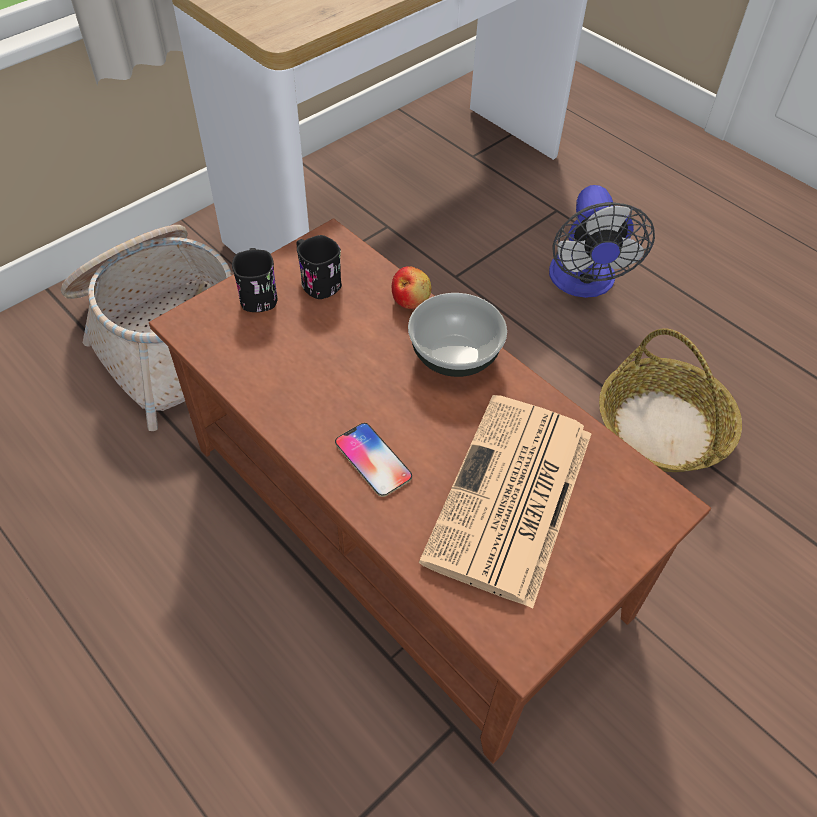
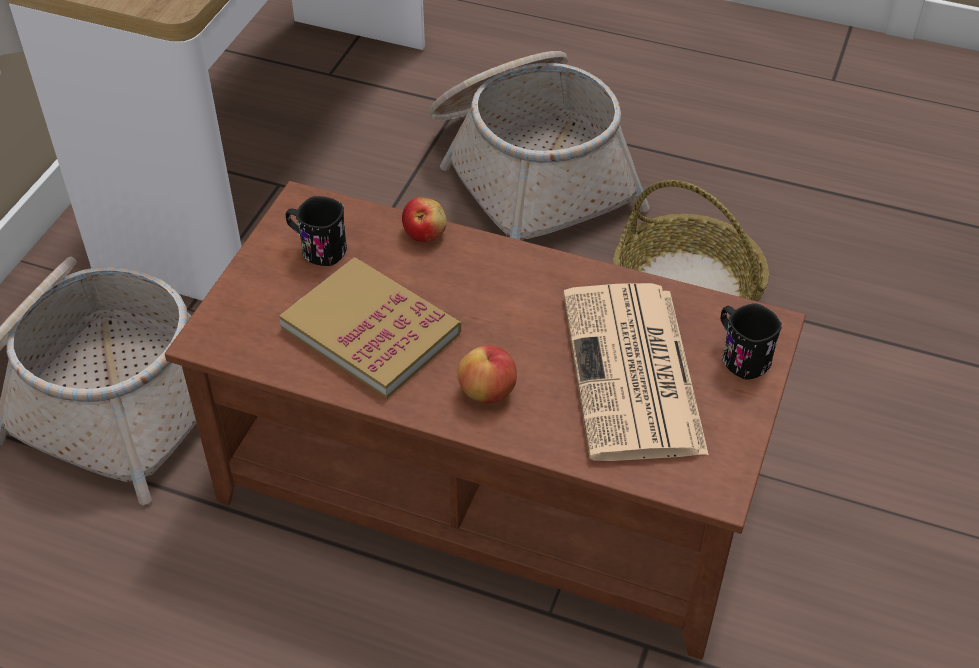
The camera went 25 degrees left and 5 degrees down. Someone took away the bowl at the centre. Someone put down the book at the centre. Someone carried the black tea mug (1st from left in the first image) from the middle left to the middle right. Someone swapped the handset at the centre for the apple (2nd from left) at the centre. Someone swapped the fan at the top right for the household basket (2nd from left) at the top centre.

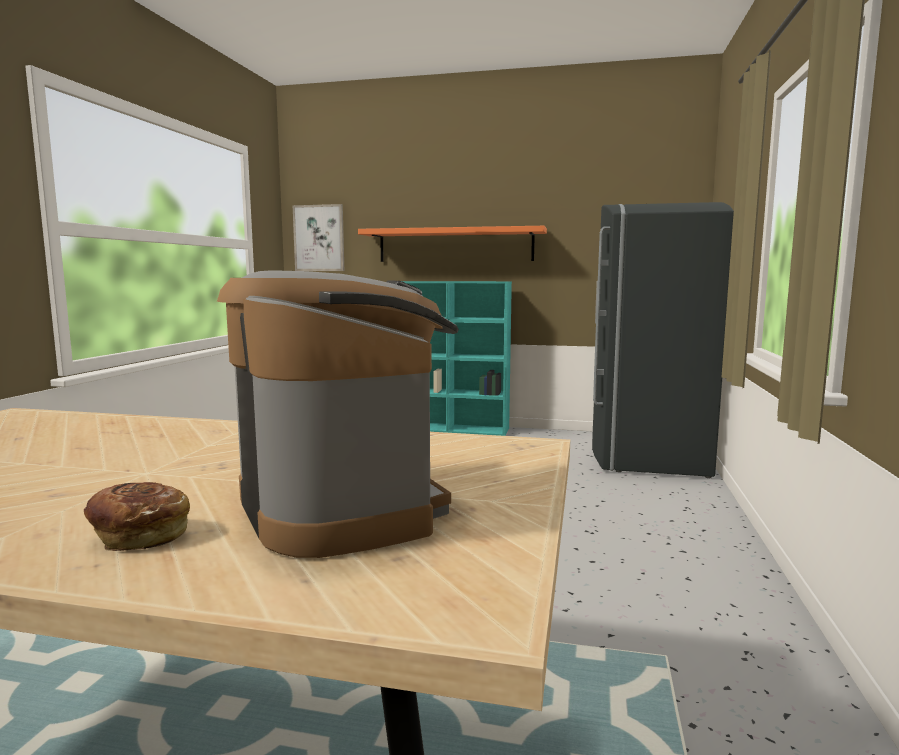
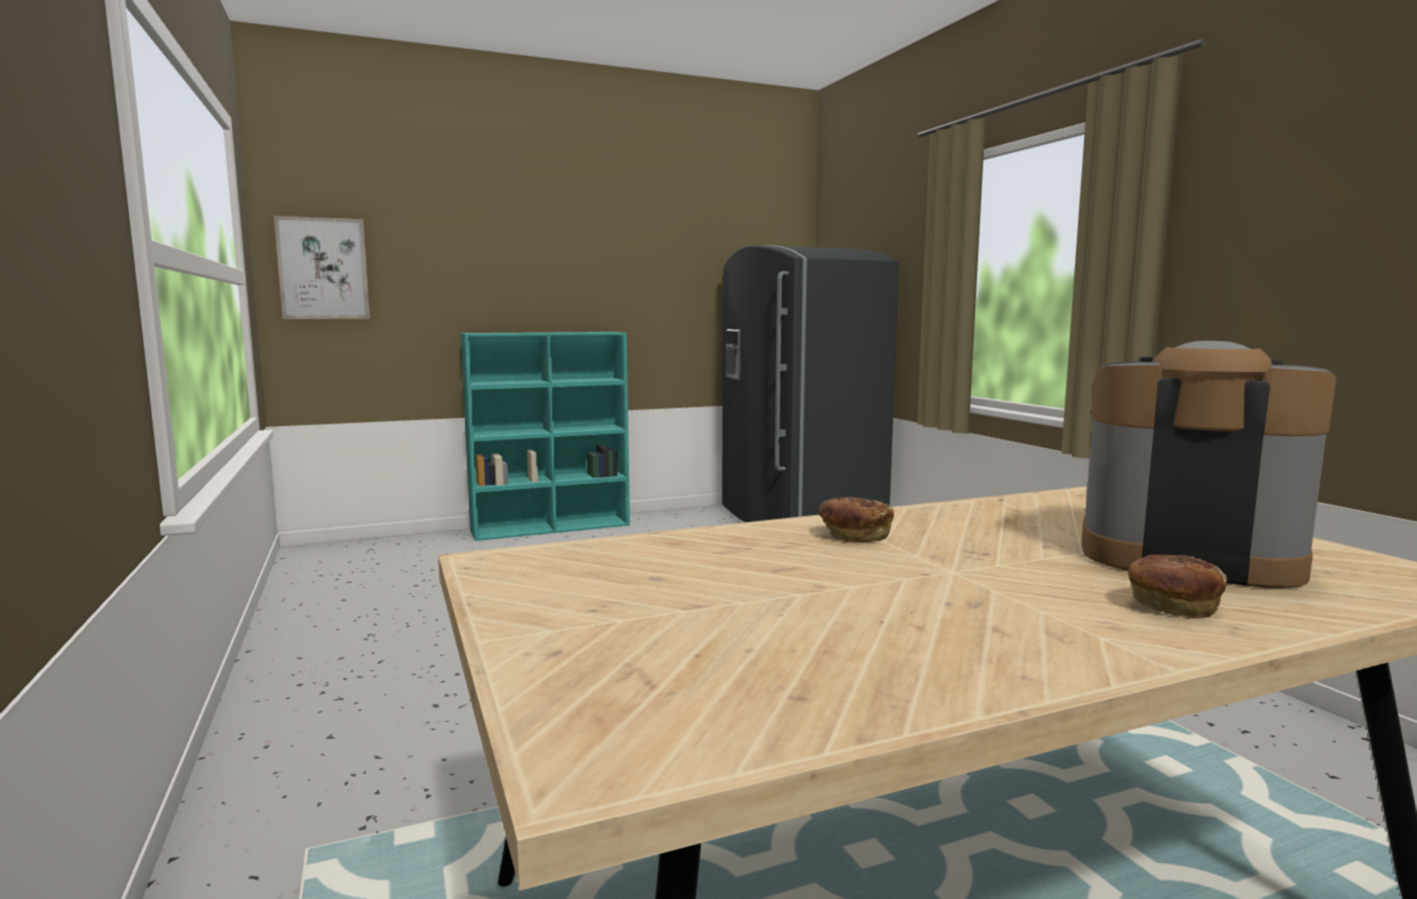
The camera went 35 degrees left and 0 degrees up. Someone took away the orange-coloured bracket shelf at the top centre. Someone put down the bread (1st from left) at the centre.

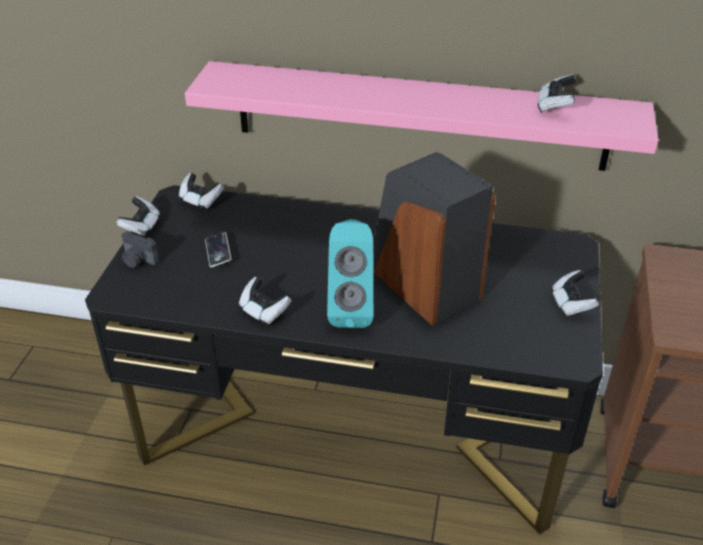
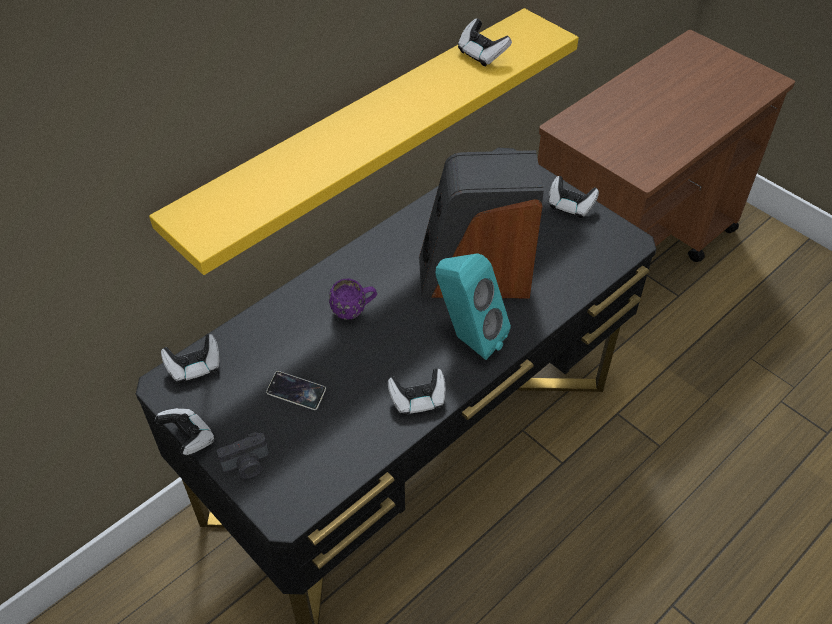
The camera went 55 degrees left and 10 degrees up. Someone put down the purplish tea mug at the centre. Someone repainted the pink-coloured bracket shelf at the top centre, which became the yellowish bracket shelf at the top centre.

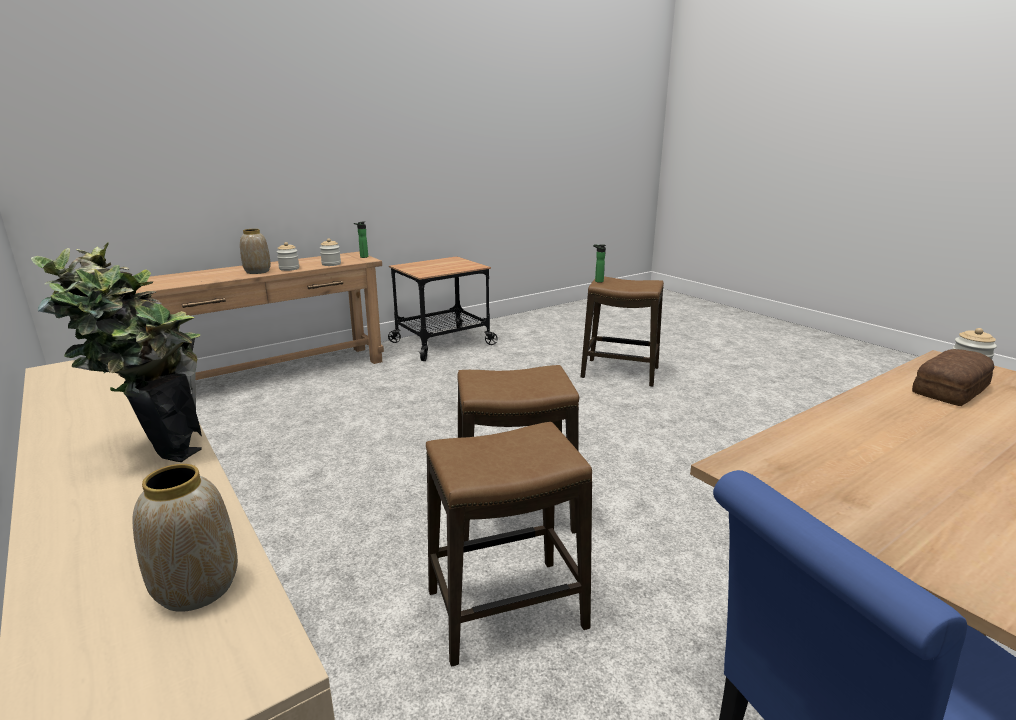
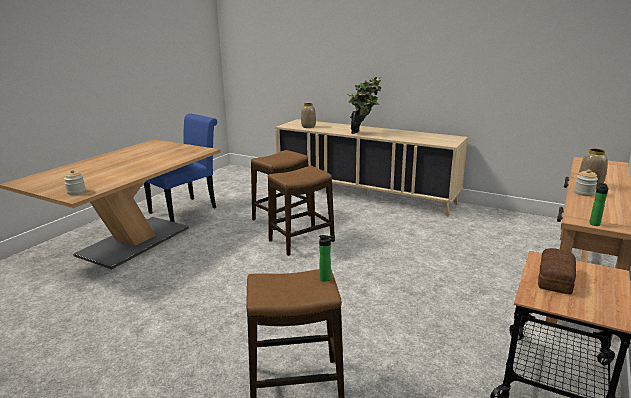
The camera went 155 degrees right and 0 degrees up. Someone took away the preserve jar (2nd from left) at the middle left. Someone carried the bread from the middle right to the bottom right.

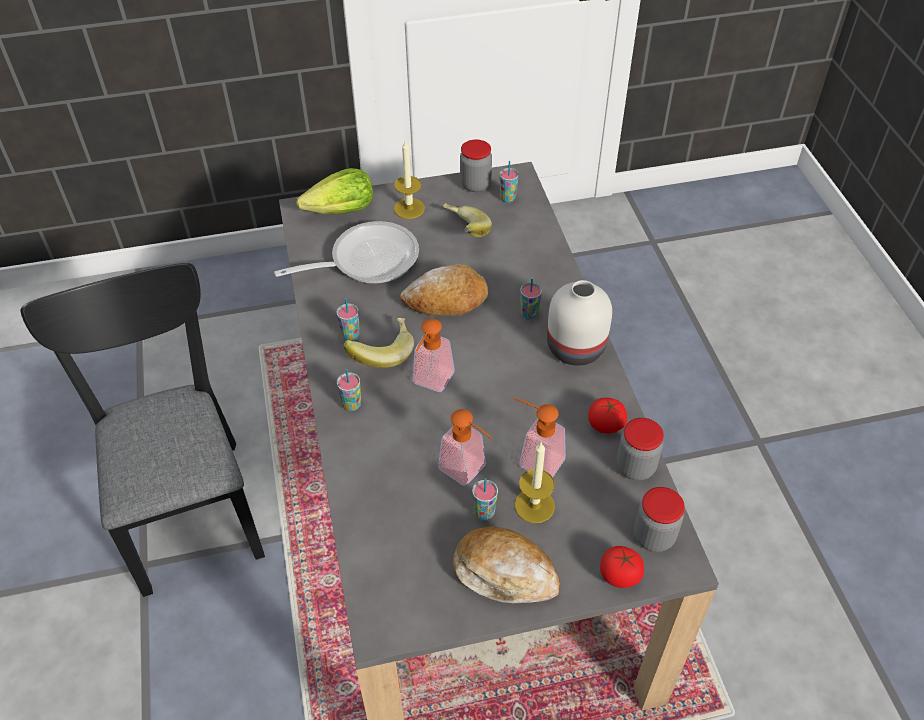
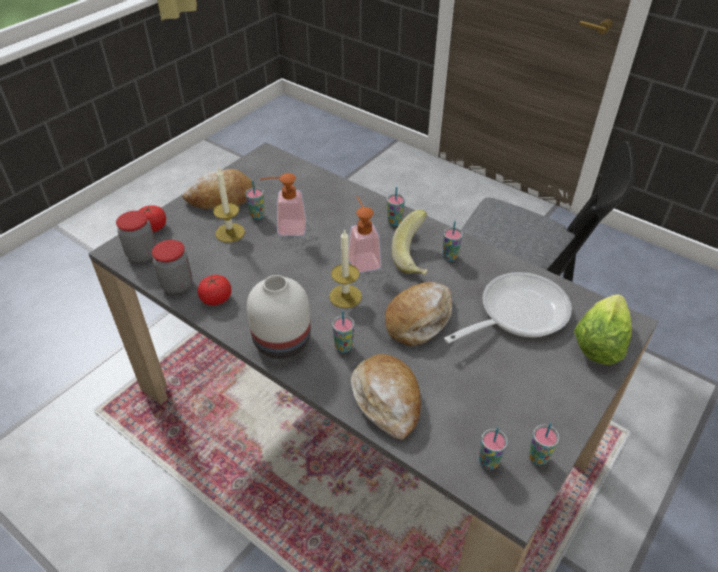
The camera went 140 degrees right and 5 degrees down. Someone took away the whole banana (2nd from left) at the top centre. Someone took away the soap bottle (3rd from left) at the centre. Someone put down the bread (2nd from left) at the bottom centre. Someone carried the wax light (1st from left in the first image) from the top centre to the centre. Someone swapped the preserve jar (1st from left) at the top centre for the small cup (6th from left) at the bottom right. Someone rotated the frying pan at the centre by 150 degrees counterclockwise.

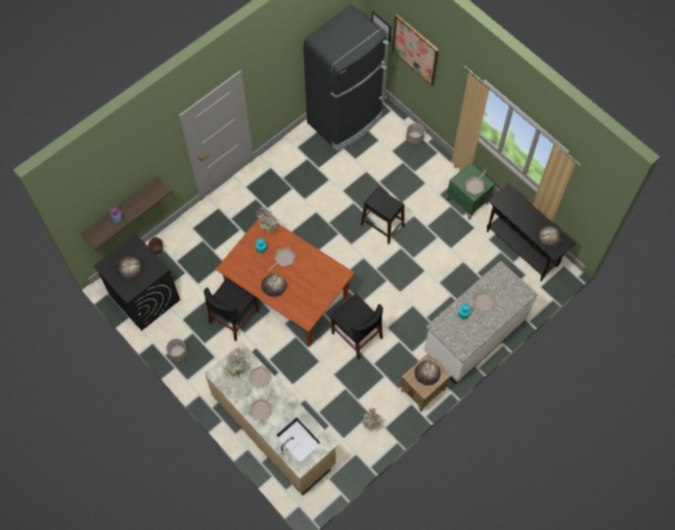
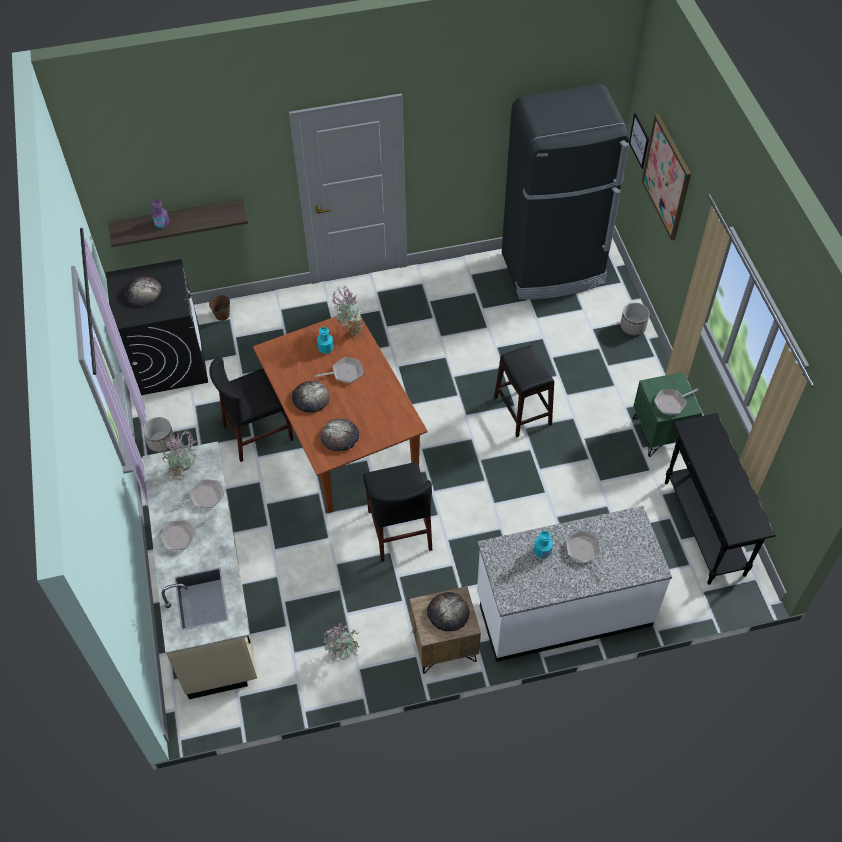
The camera went 30 degrees right and 10 degrees down. Someone carried the bread (4th from left in the first image) from the middle right to the centre.

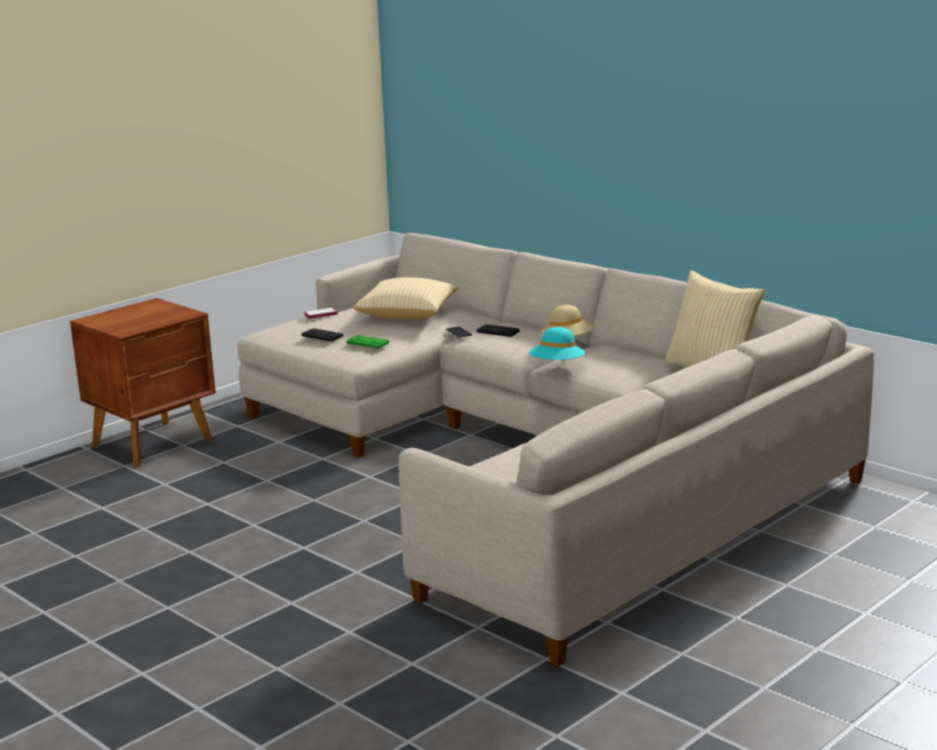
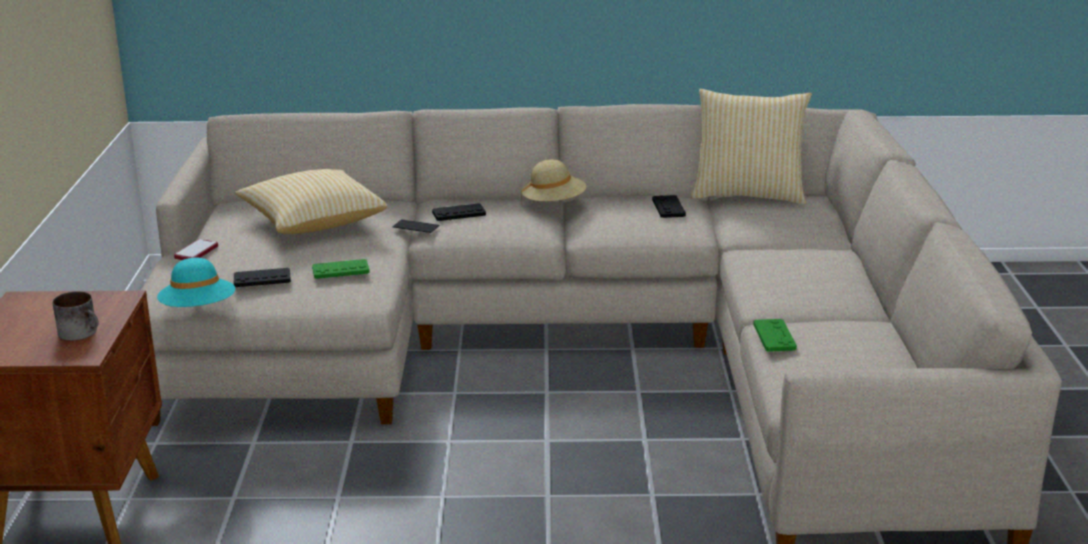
The camera went 45 degrees left and 5 degrees up. Someone put down the tea mug at the middle left. Someone put down the black game controller (3rd from left) at the centre. Someone put down the greenish game controller (2nd from left) at the middle right. Someone carried the turquoise wearable hat from the centre to the middle left.

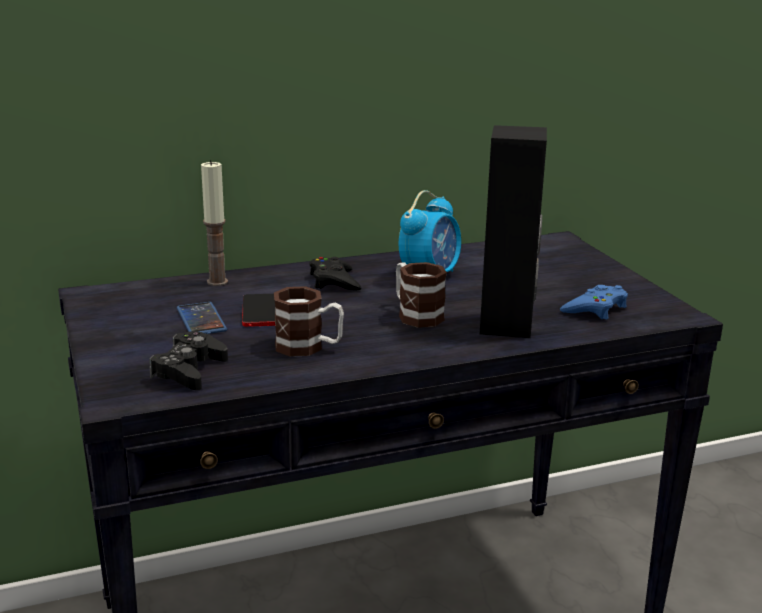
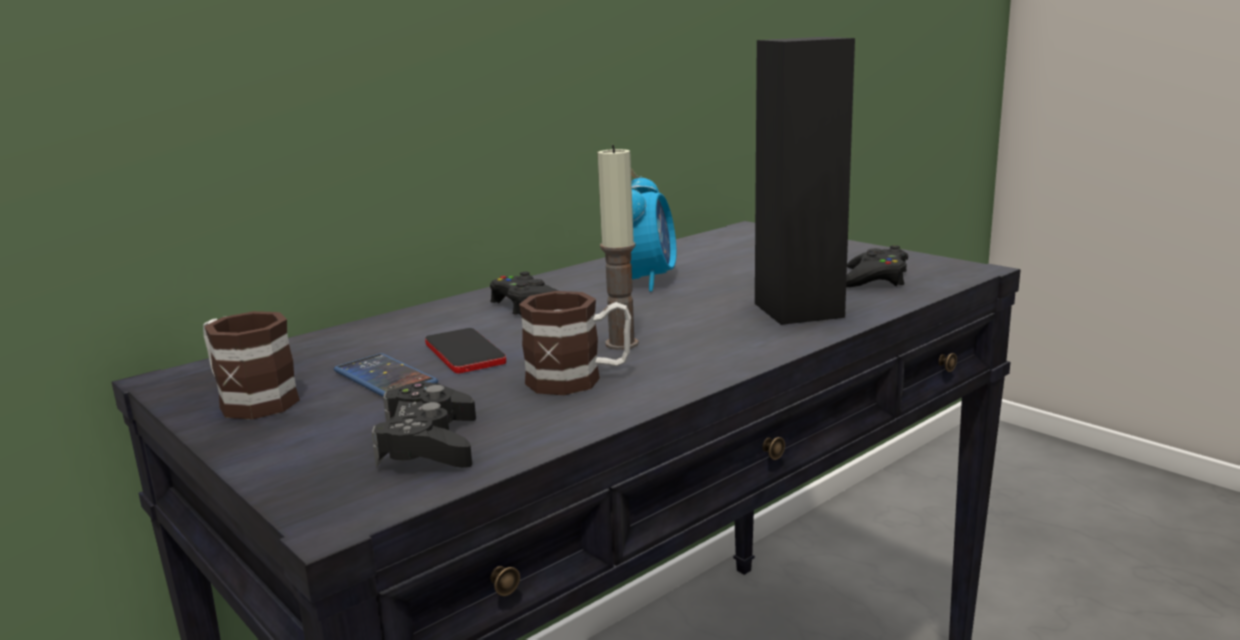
The camera went 20 degrees left and 5 degrees down. Someone carried the wax light from the middle left to the centre. Someone carried the tea mug (2nd from left in the first image) from the centre to the middle left. Someone repainted the bluish game controller at the middle right, which became the black game controller (3rd from left) at the middle right.

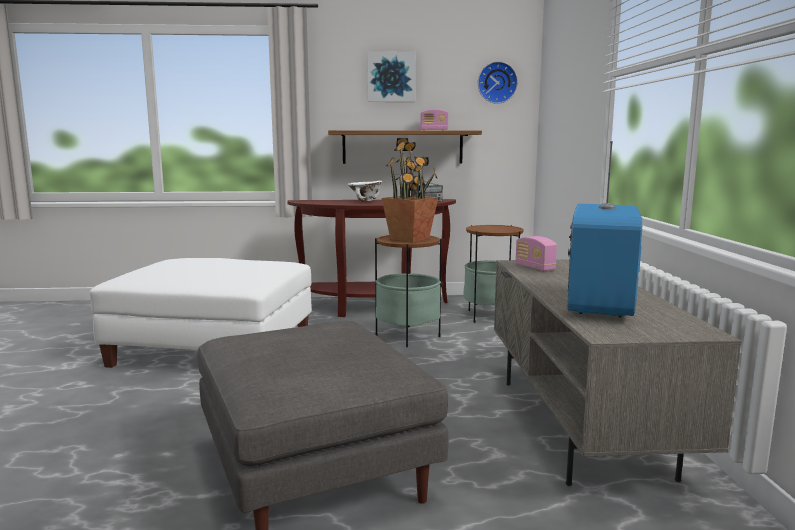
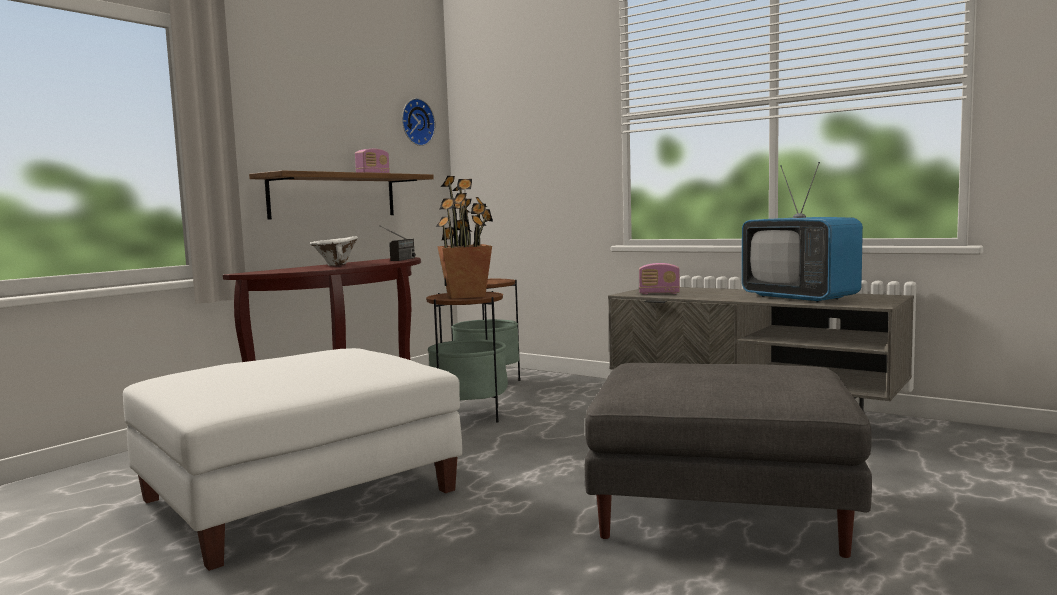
The camera went 50 degrees left and 5 degrees down. Someone took away the wall art at the top centre.

